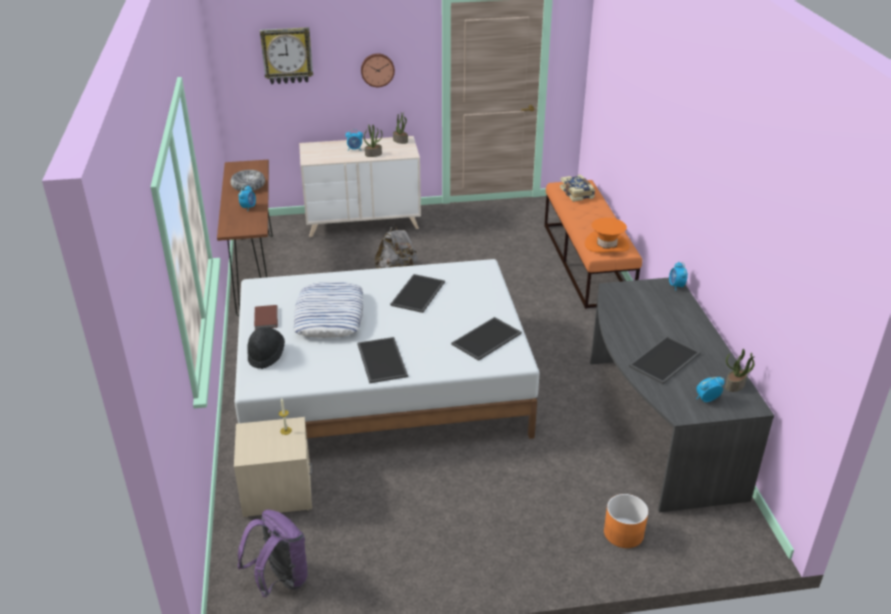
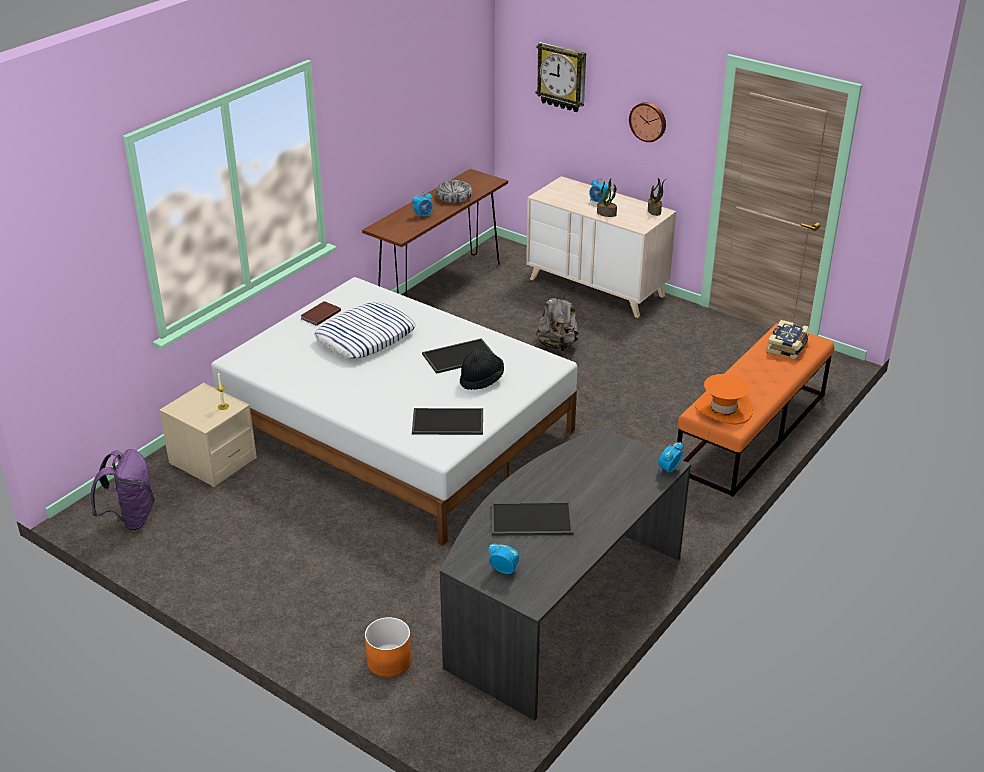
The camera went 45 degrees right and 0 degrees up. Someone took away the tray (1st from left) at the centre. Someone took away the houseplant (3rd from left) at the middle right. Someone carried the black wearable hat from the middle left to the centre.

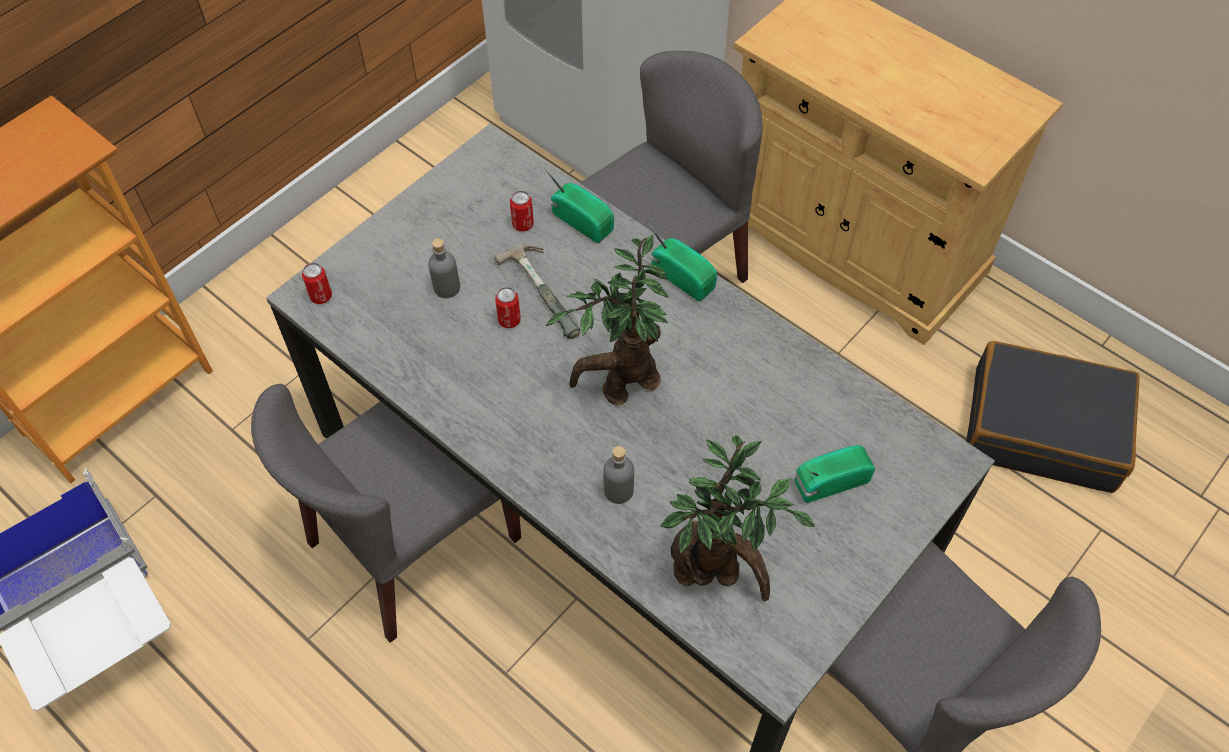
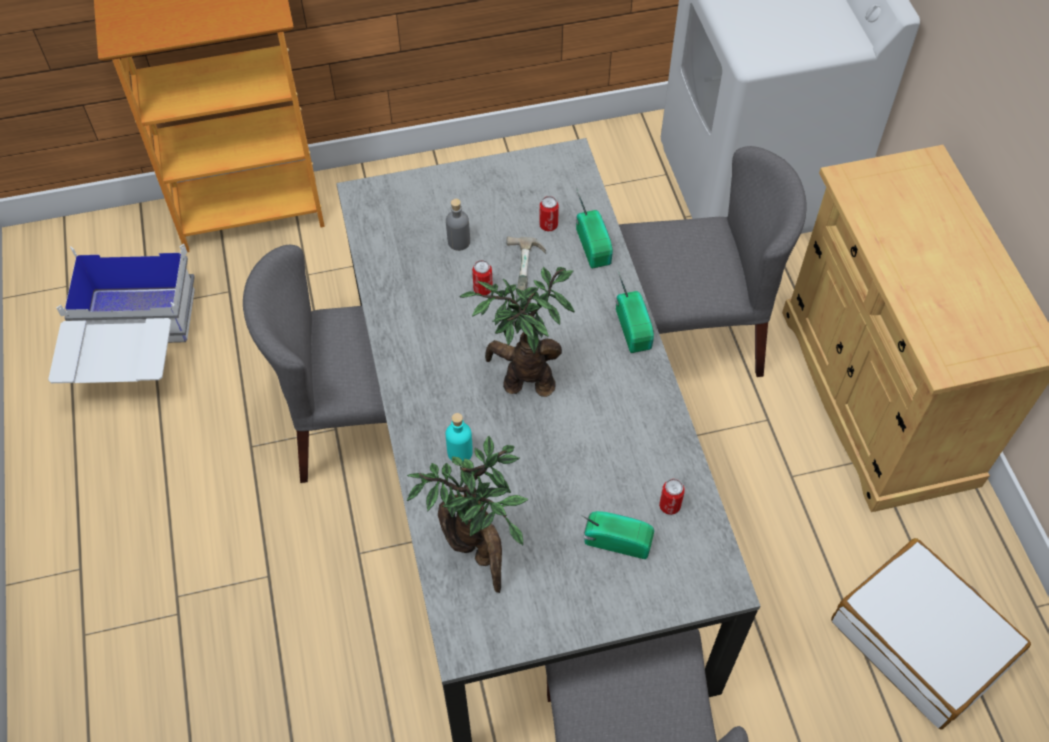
The camera went 35 degrees right and 0 degrees up. Someone carried the sealed can (1st from left in the first image) from the middle left to the bottom centre. Someone repainted the grey beverage bottle (2nd from left) at the centre, which became the turquoise beverage bottle at the centre. Someone repainted the black suitcase at the middle right, which became the whitish suitcase at the bottom right.

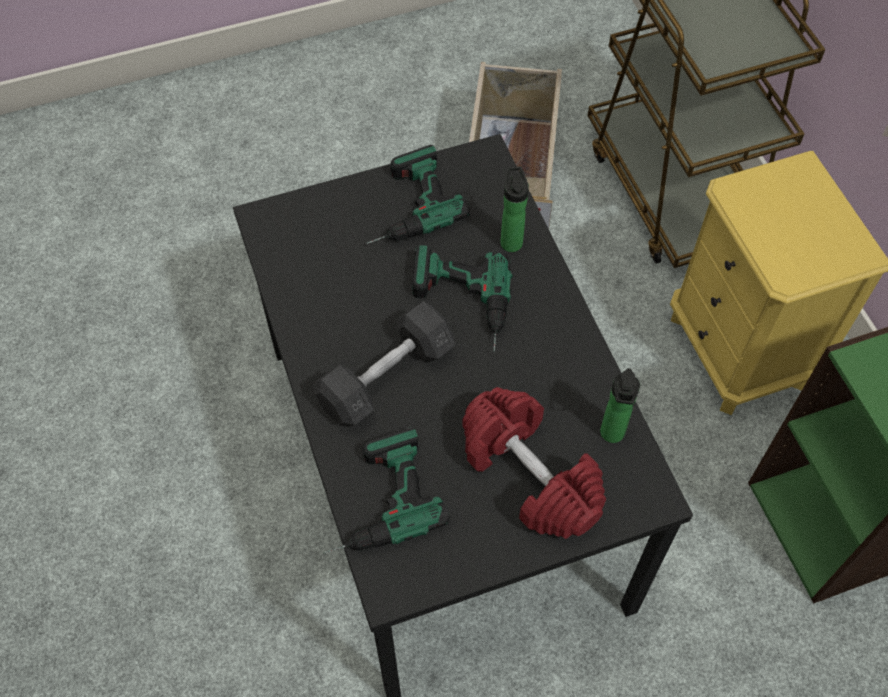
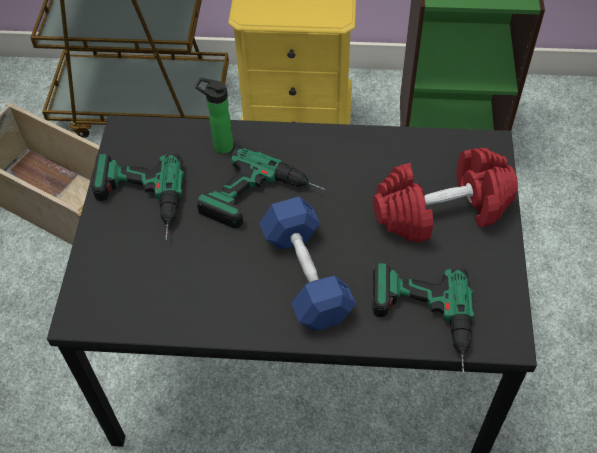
The camera went 65 degrees left and 5 degrees down. Someone took away the beverage bottle (2nd from left) at the middle right. Someone repainted the grey hand weight at the centre, which became the bluish hand weight at the centre.

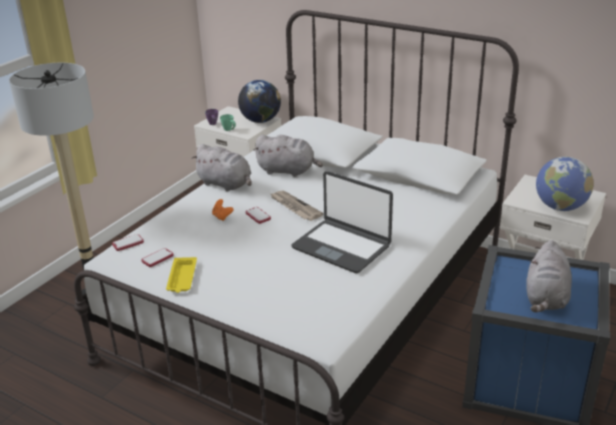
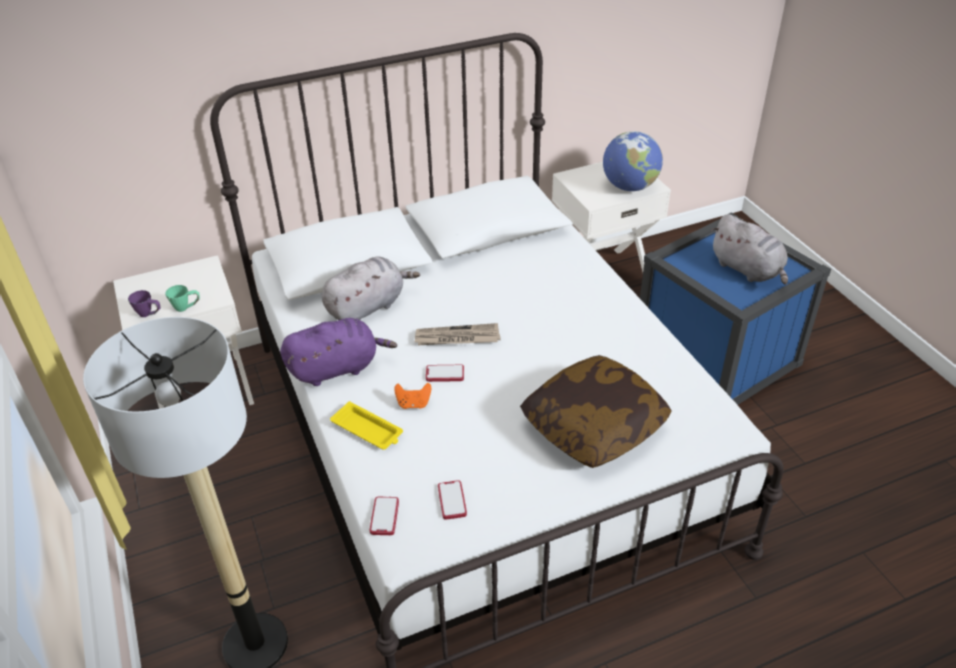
The camera went 55 degrees left and 10 degrees up. Someone took away the globe (1st from left) at the top centre. Someone took away the laptop at the centre. Someone put down the cushion at the centre. Someone carried the yellowish tray from the middle left to the centre. Someone repainted the grey plush toy (1st from left) at the centre, which became the purplish plush toy at the centre.

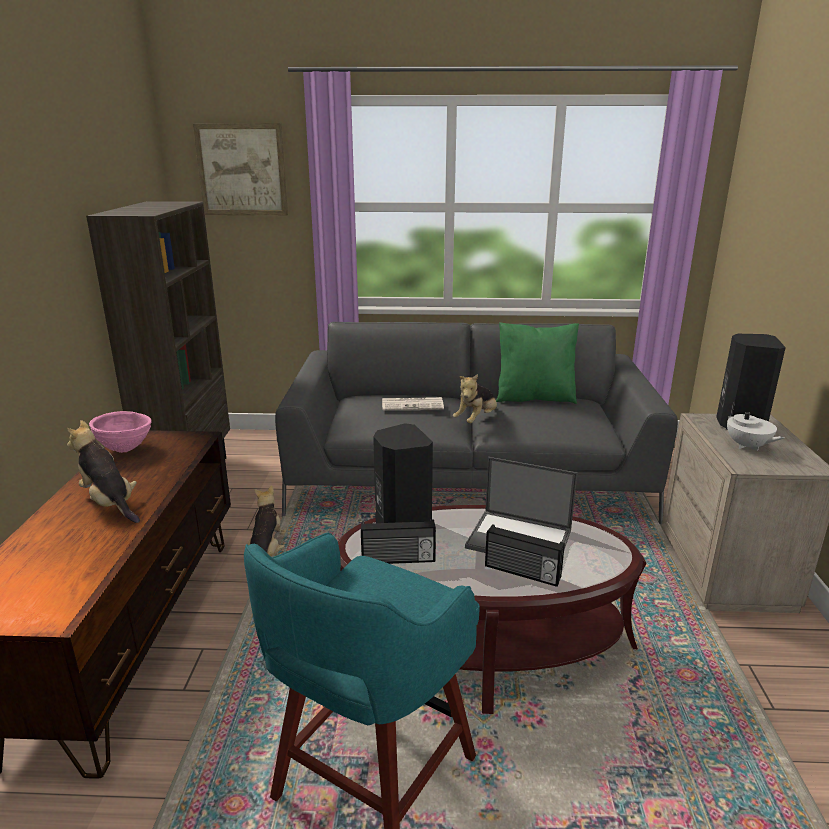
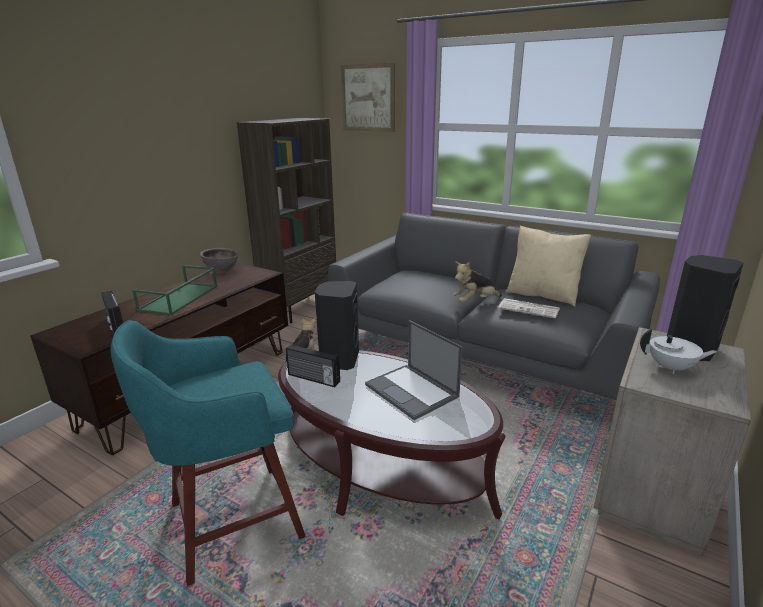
The camera went 30 degrees right and 0 degrees up. Someone carried the printed paper from the centre to the middle right. Someone carried the radio receiver (2nd from left in the first image) from the bottom centre to the middle left. Someone swapped the plush toy (1st from left) at the middle left for the greenish tray at the middle left. Someone repainted the pink-coloured bowl at the middle left, which became the brown-coloured bowl at the middle left. Someone repainted the greenish cushion at the centre, which became the beige cushion at the middle right. Someone rotated the whitish teapot at the middle right by 75 degrees counterclockwise.

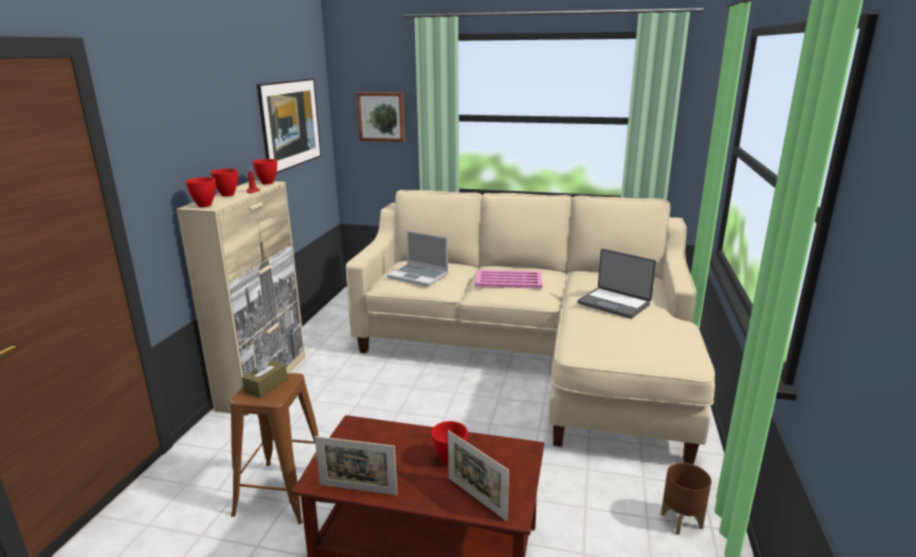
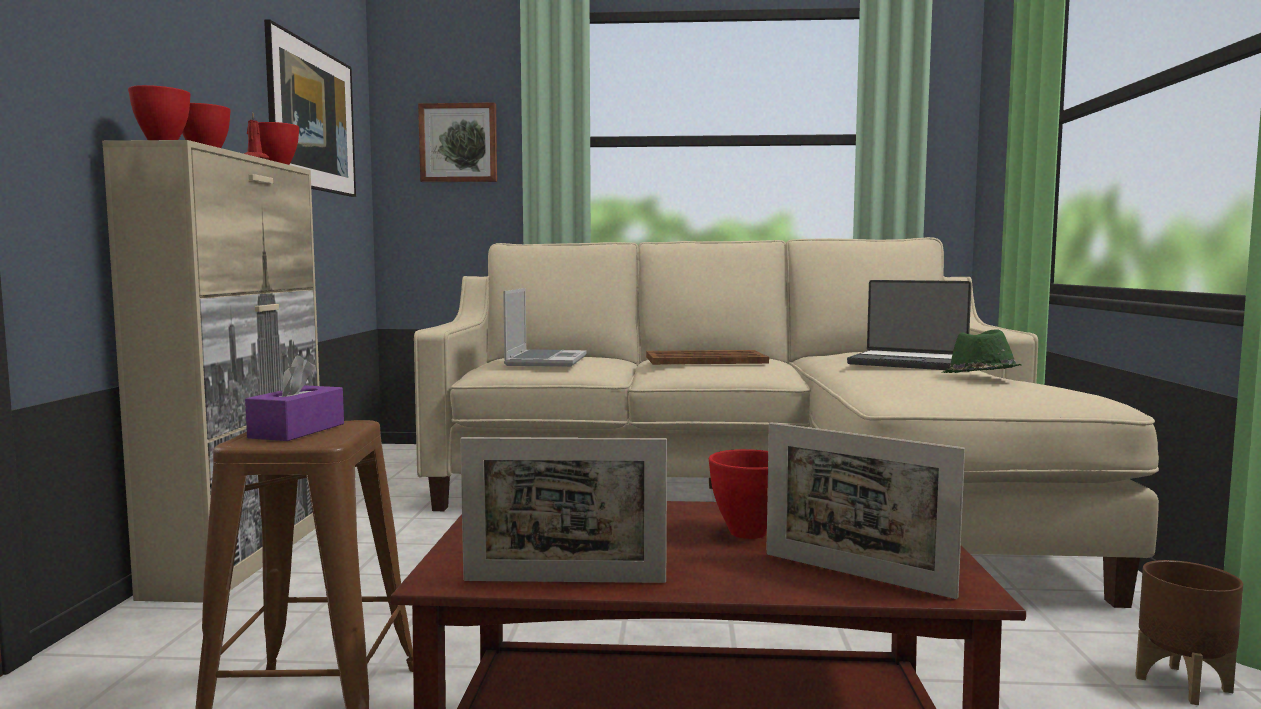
The camera went 10 degrees left and 15 degrees down. Someone put down the greenish wearable hat at the middle right. Someone repainted the brown-coloured box of tissues at the bottom left, which became the purplish box of tissues at the middle left. Someone repainted the pink-coloured tray at the centre, which became the brown-coloured tray at the centre. Someone rotated the laptop (1st from left) at the centre by 105 degrees counterclockwise.

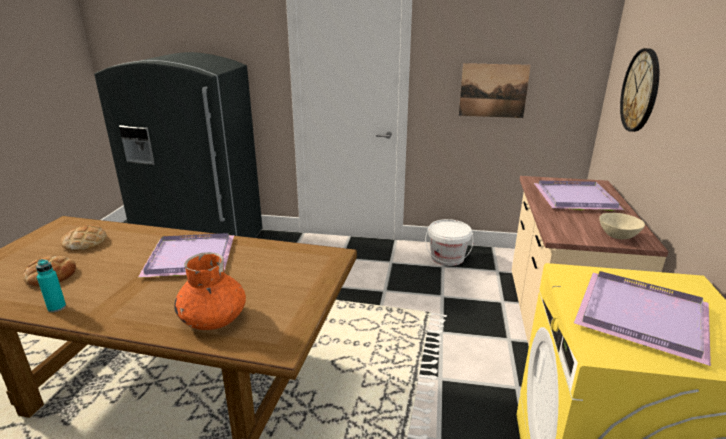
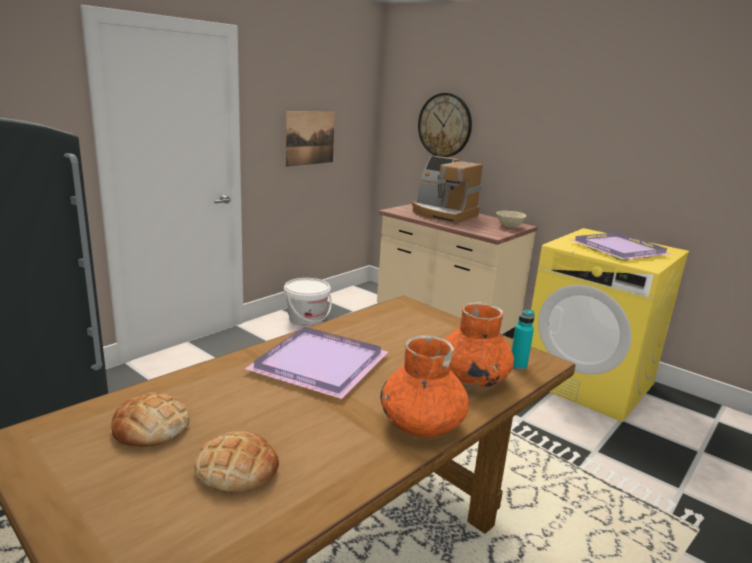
The camera went 60 degrees left and 5 degrees down. Someone put down the orange-coloured decorative vase (1st from left) at the bottom centre. Someone carried the turquoise beverage bottle from the middle left to the middle right. Someone swapped the purplish tray (2nd from left) at the middle right for the coffee maker at the centre.

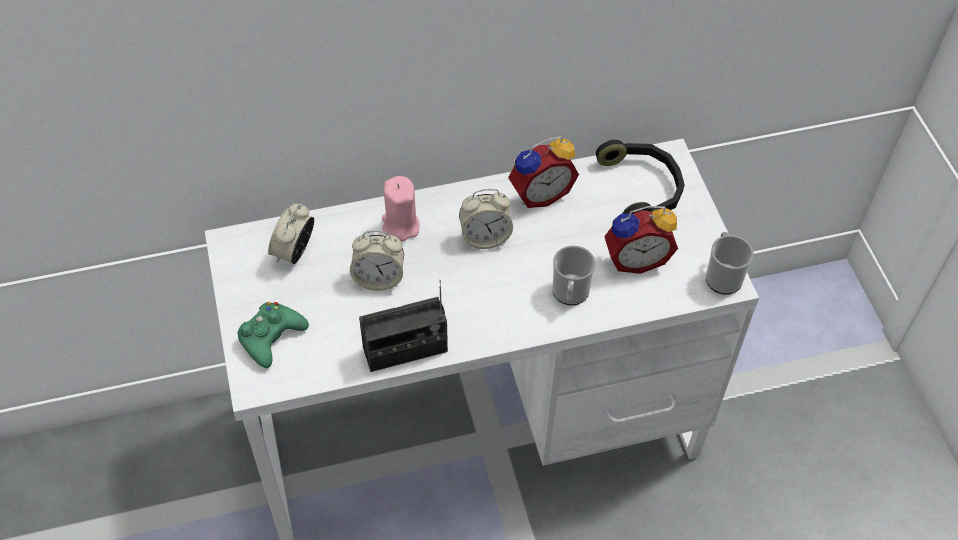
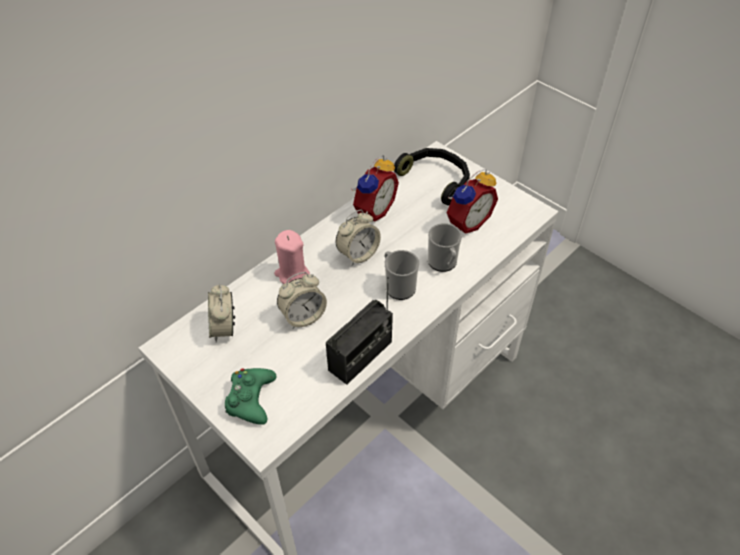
The camera went 30 degrees left and 5 degrees down. Someone carried the tea mug (2nd from left in the first image) from the middle right to the centre.

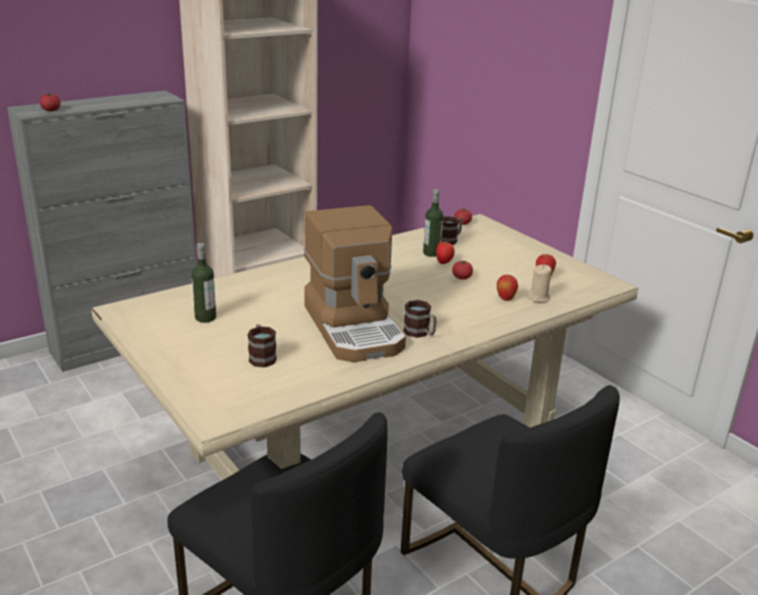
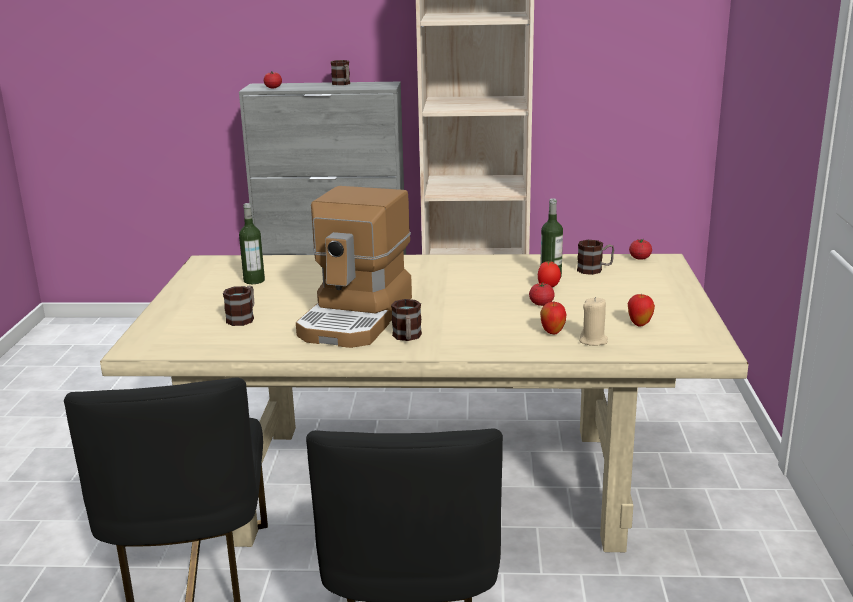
The camera went 40 degrees right and 5 degrees down. Someone put down the tea mug (2nd from left) at the top centre.

